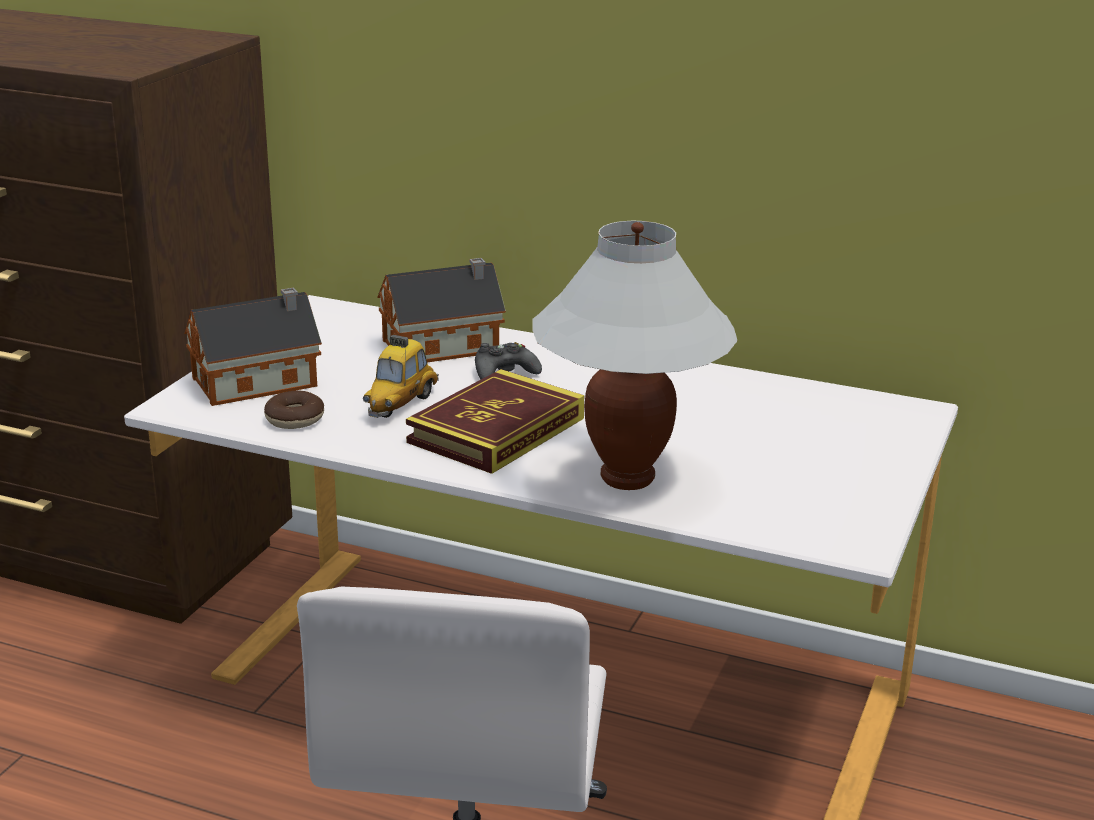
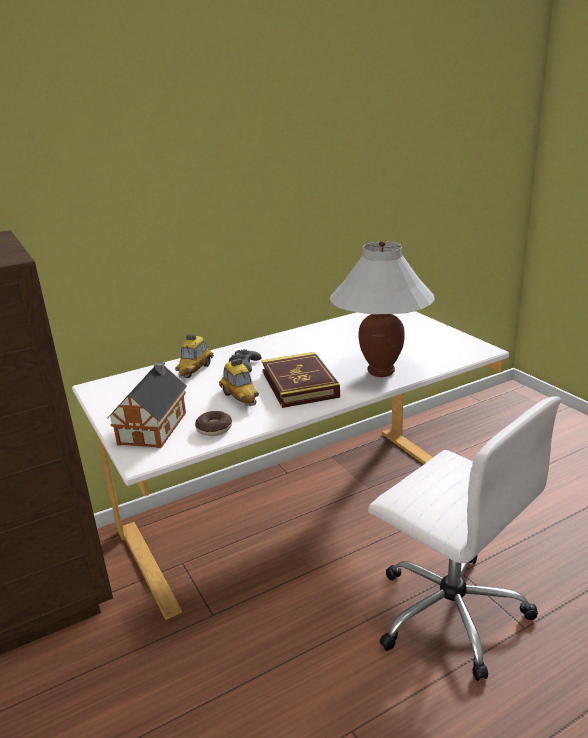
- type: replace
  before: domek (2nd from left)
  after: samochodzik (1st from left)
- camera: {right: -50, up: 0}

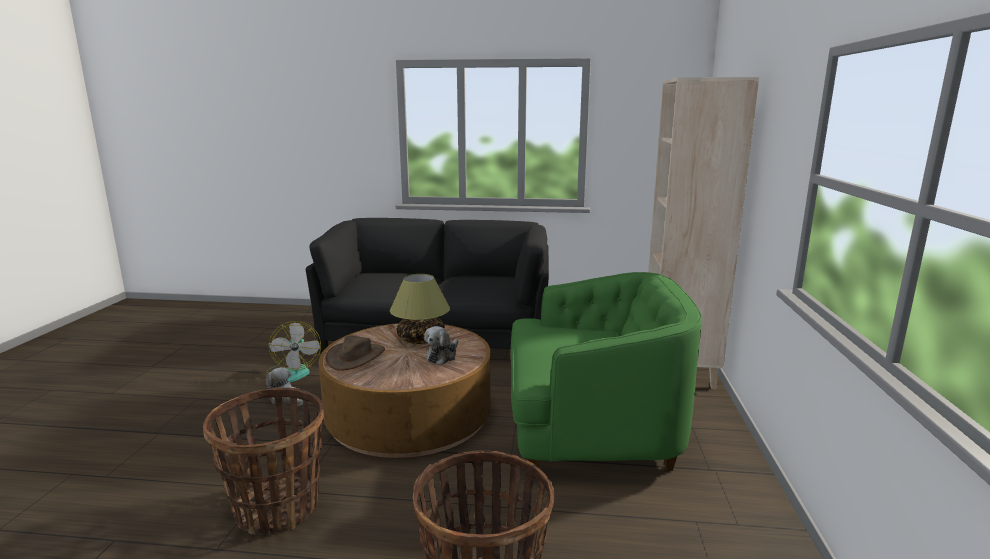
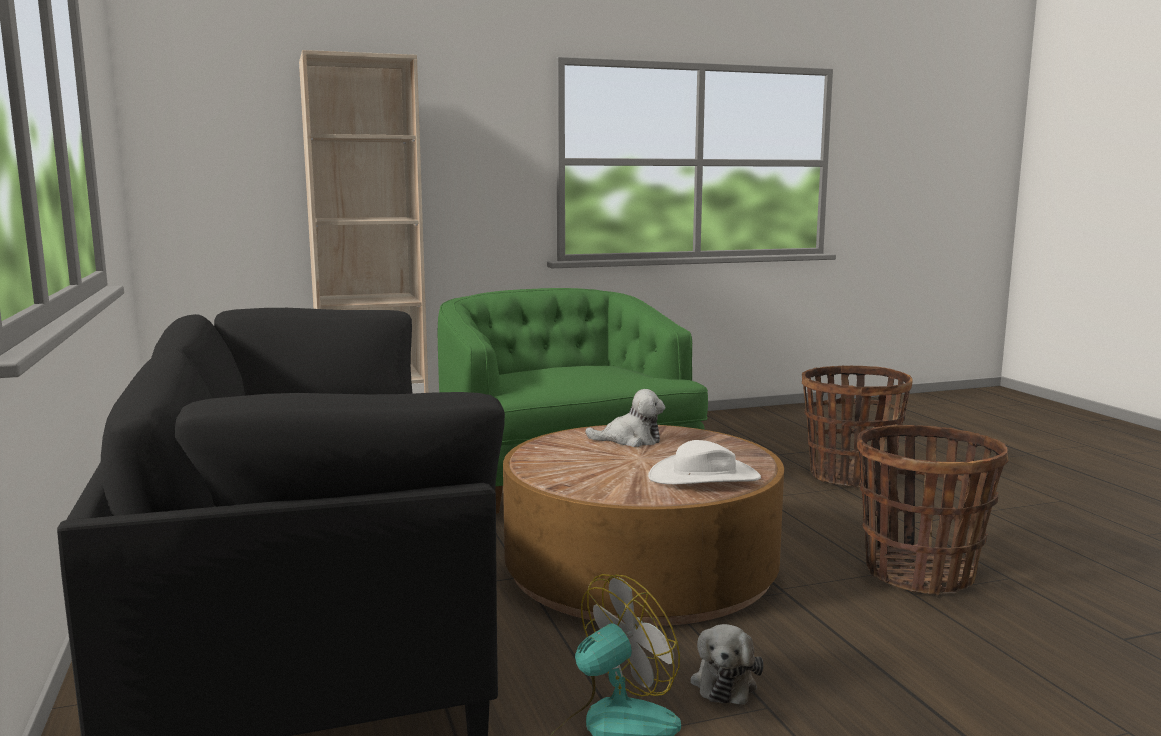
- type: recolor
  before: kapelusz (brązowy)
  after: kapelusz (biały)
- type: delete
  before: lampa stołowa
- camera: {right: -115, up: -5}

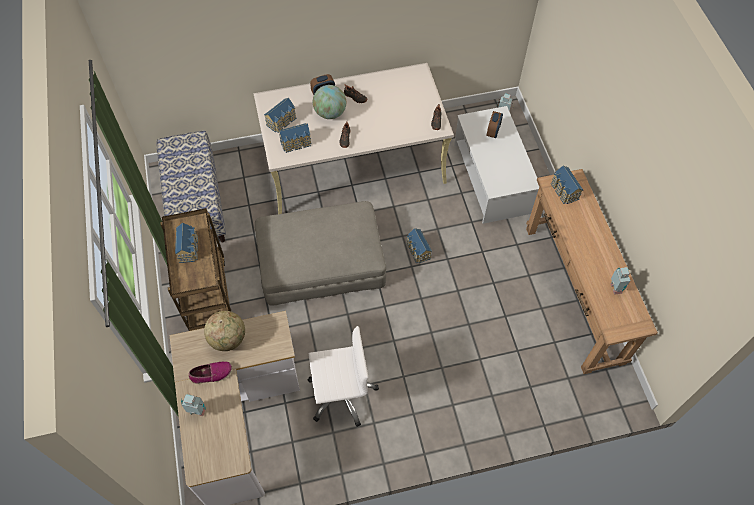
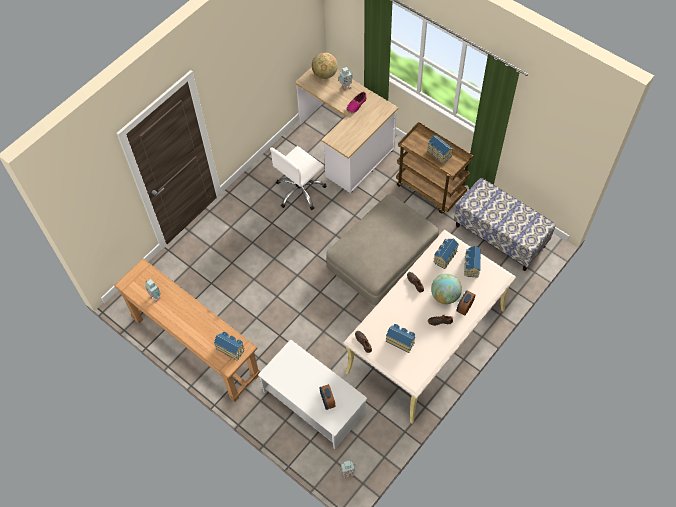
- type: move
  before: globus (1st from left)
- type: move
  before: domek (4th from left in the first image)
  after: domek (2nd from left)
- camera: {right: 145, up: 0}

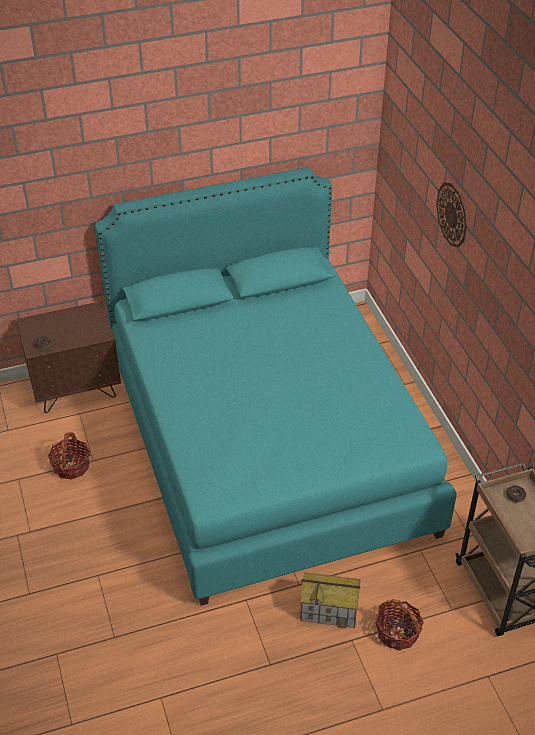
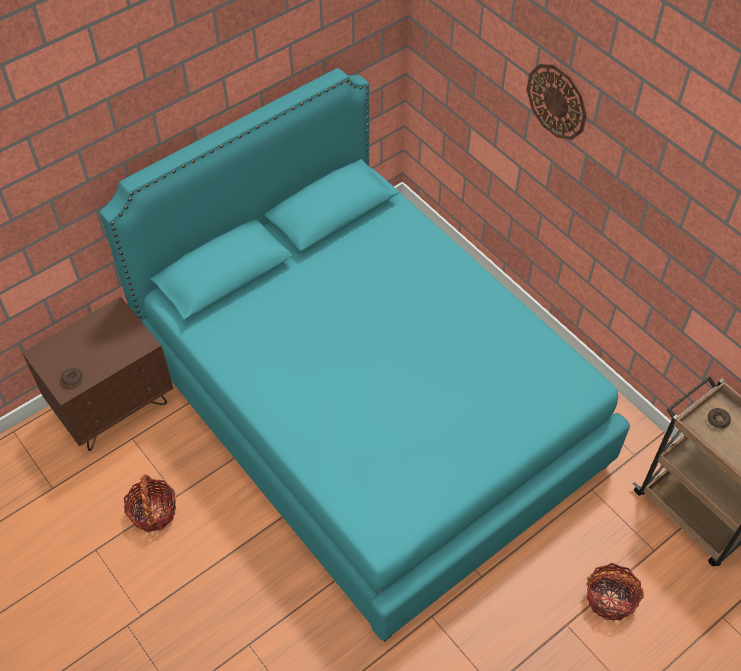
- type: delete
  before: domek
- camera: {right: -20, up: 10}

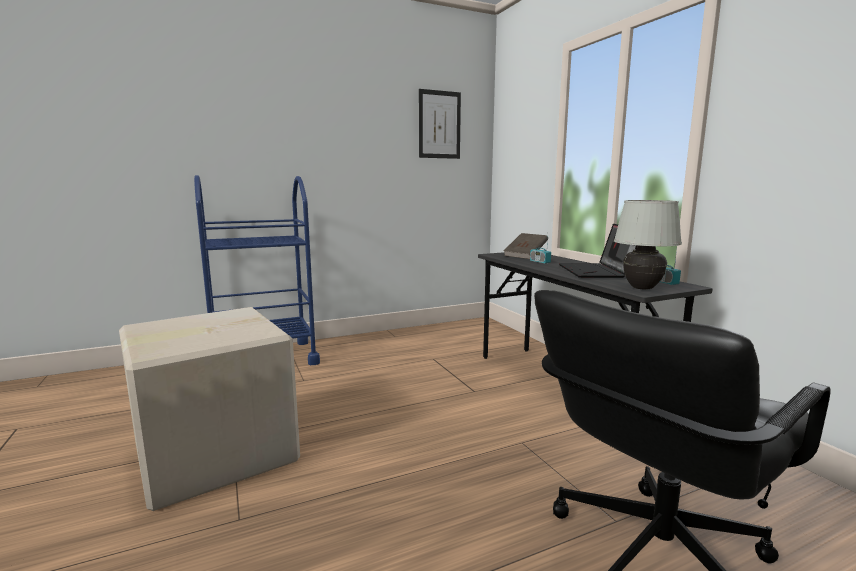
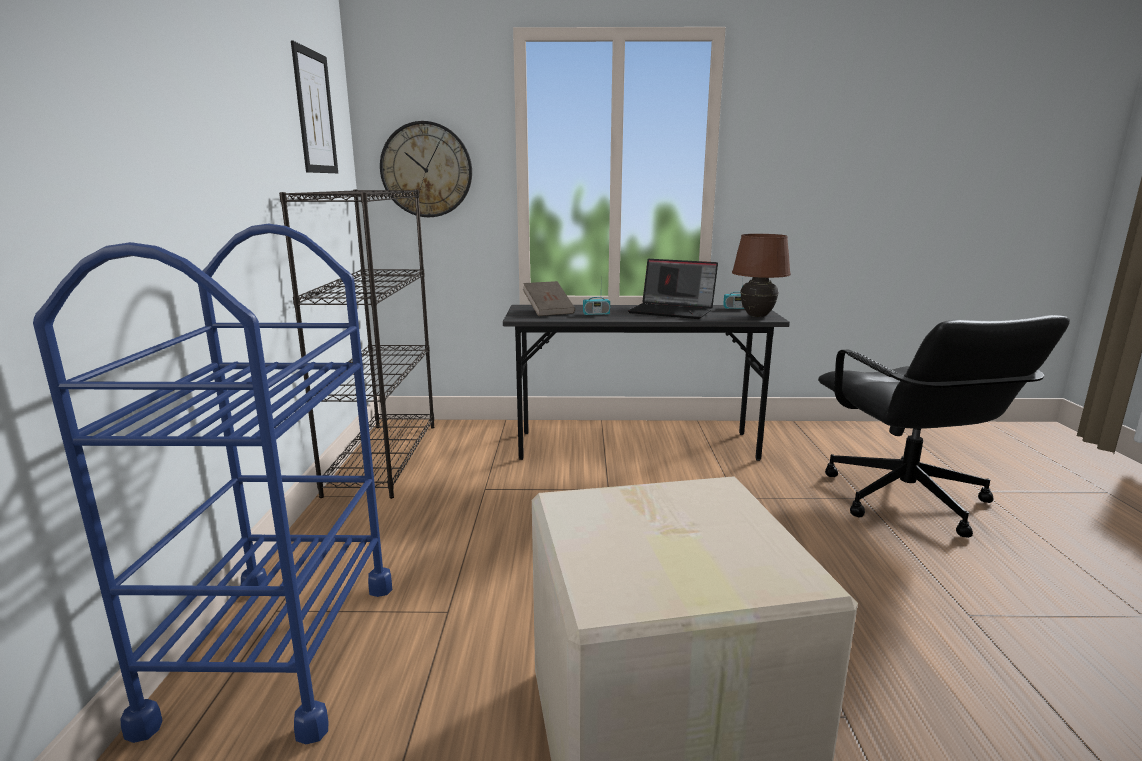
- type: recolor
  before: lampa stołowa (biały)
  after: lampa stołowa (brązowy)
- type: insert
  after: regał (czarny)
- type: insert
  after: zegar ścienny
- camera: {right: -65, up: 5}

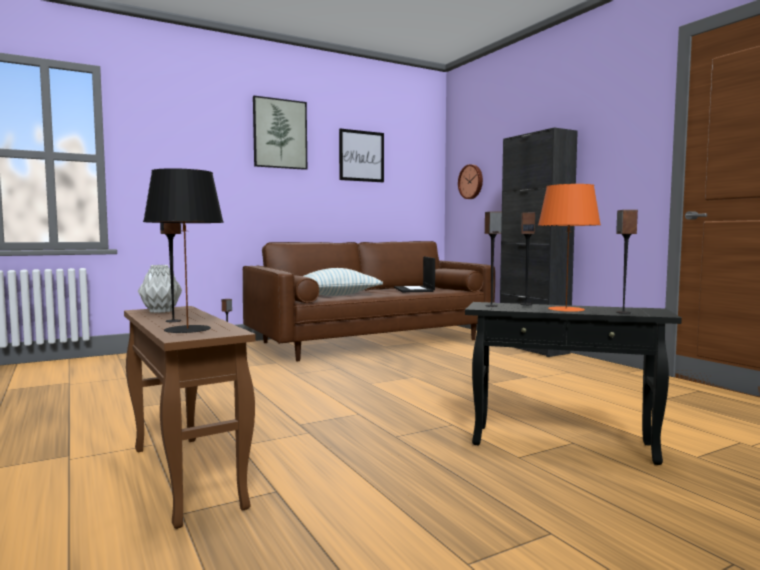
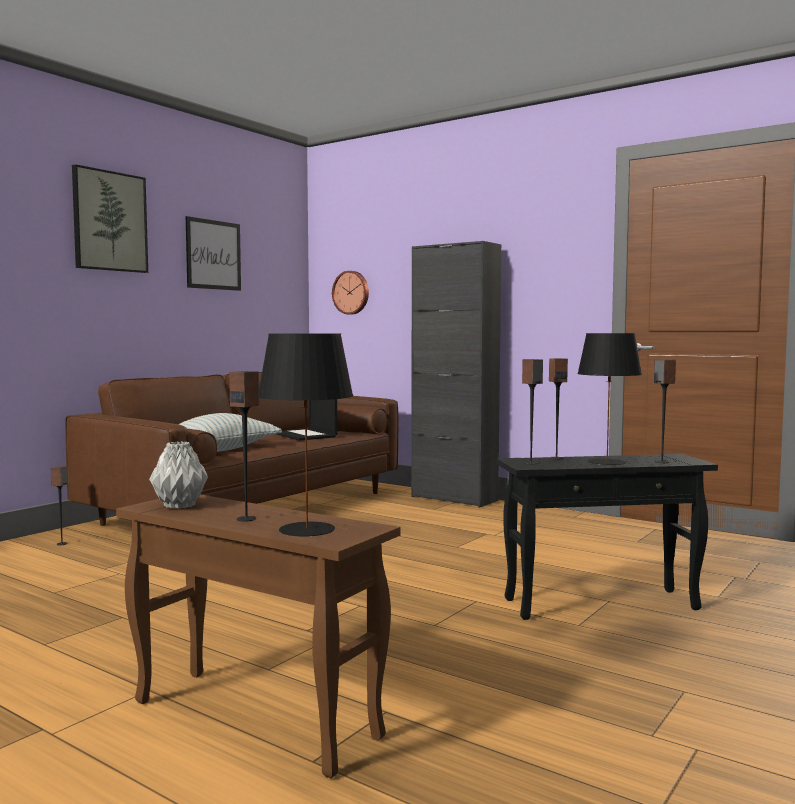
- type: recolor
  before: lampa stołowa (pomarańczowy)
  after: lampa stołowa (czarny) (2nd from left)
- camera: {right: -25, up: 0}

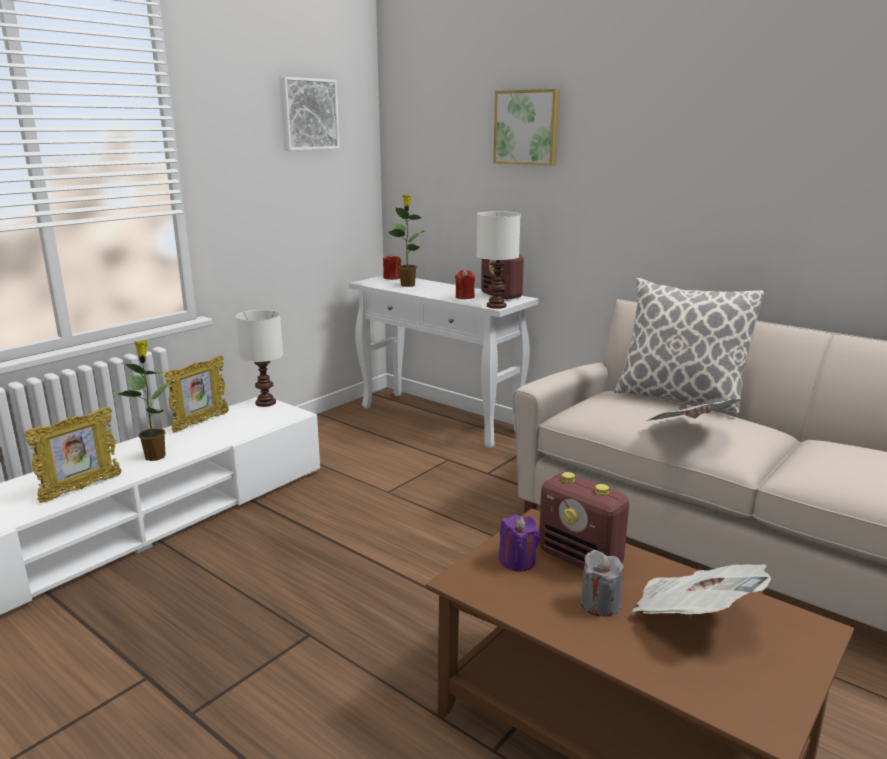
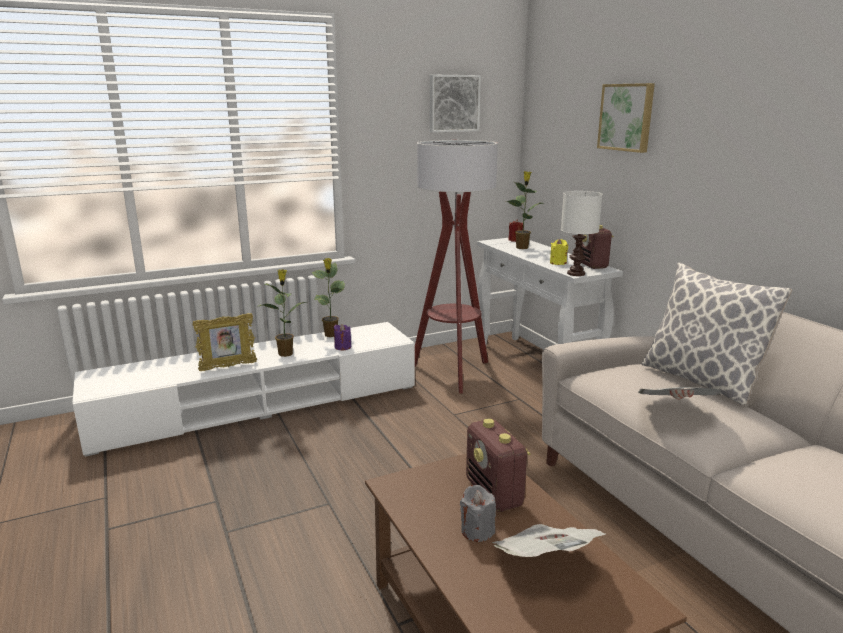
- type: replace
  before: ramka na zdjęcie (2nd from left)
  after: roślina doniczkowa (2nd from left)
- type: delete
  before: lampa stołowa (biały) (1st from left)
- type: recolor
  before: świeca (czerwony) (2nd from left)
  after: świeca (żółty)
- type: move
  before: świeca (fioletowy)
- type: insert
  after: lampa stojąca
- camera: {right: 25, up: 0}

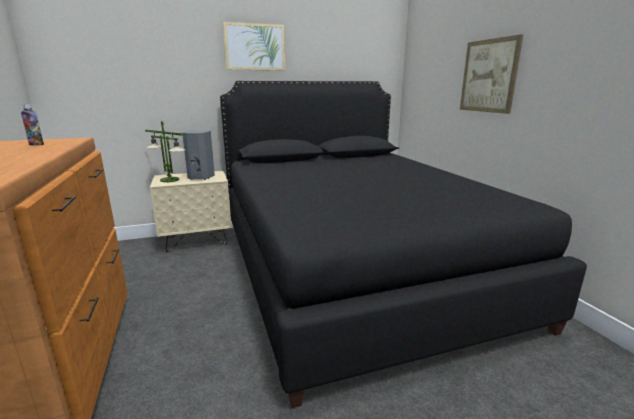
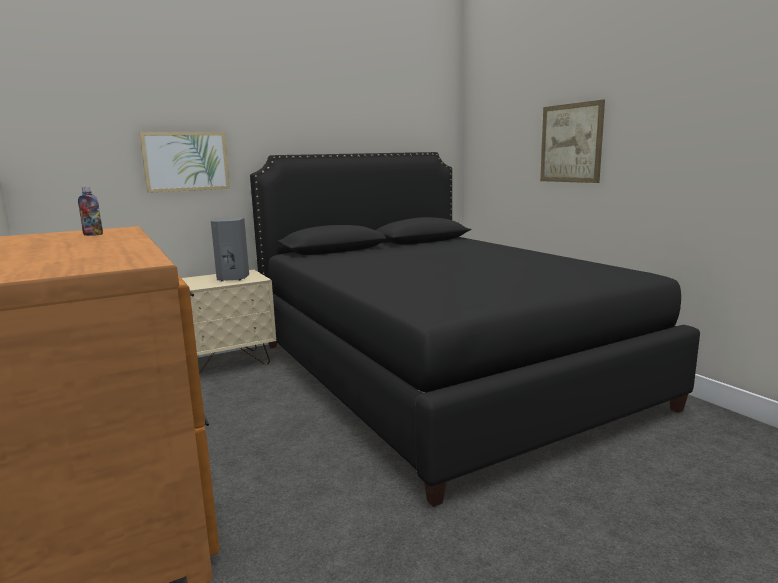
- type: delete
  before: lampa stołowa
- type: move
  before: obraz (1st from left)
- camera: {right: -10, up: -5}

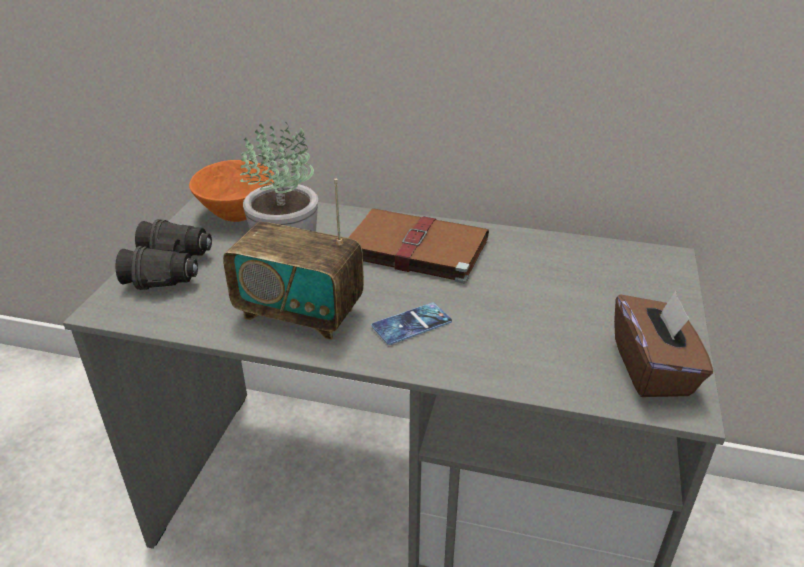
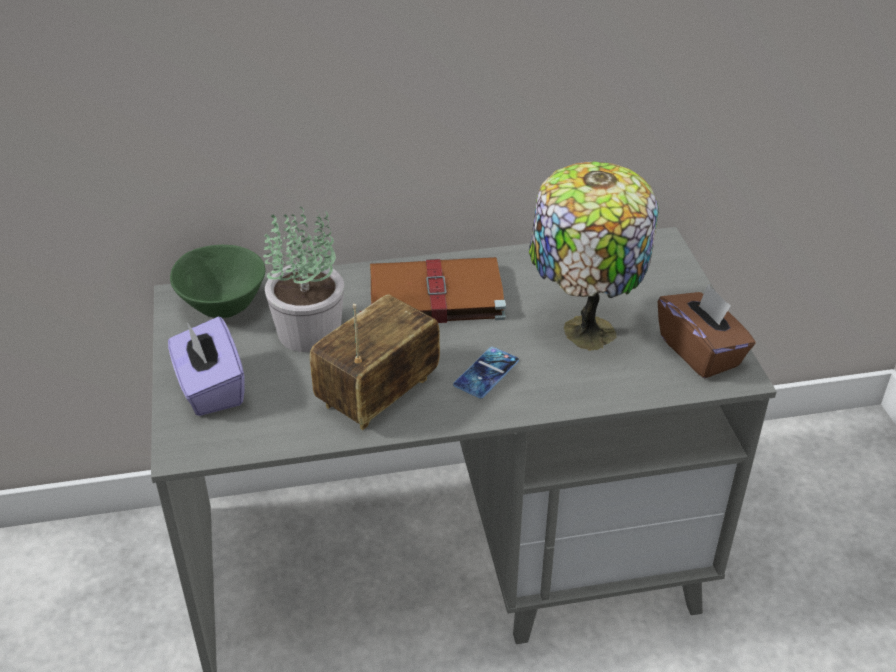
- type: replace
  before: lornetka (czarny)
  after: pudełko chusteczek (fioletowy)
- type: recolor
  before: miska (pomarańczowy)
  after: miska (zielony)
- type: rotate
  before: radio
  turn: 135
- type: insert
  after: lampa stołowa
- camera: {right: -25, up: 5}

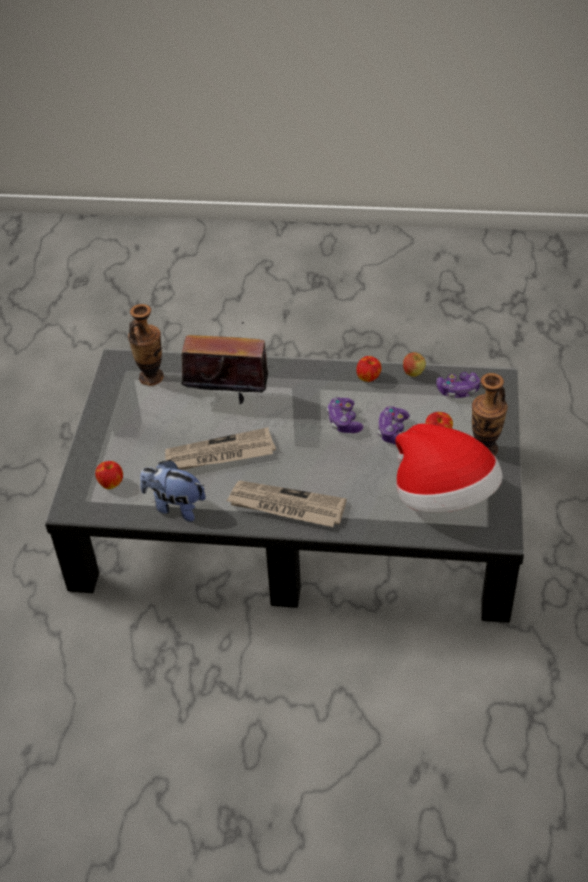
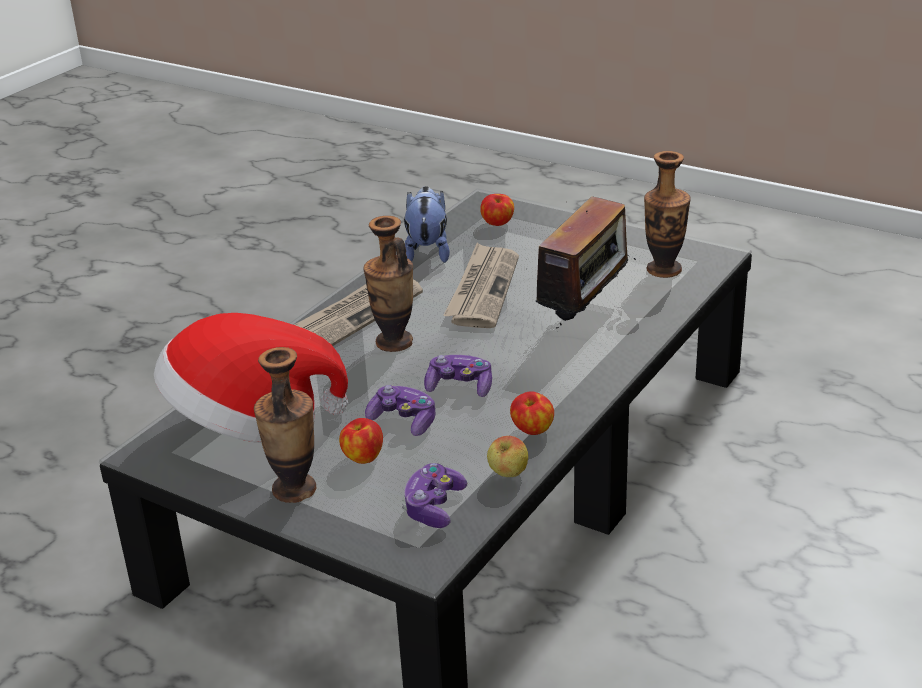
- type: rotate
  before: pluszak
  turn: -45
- type: insert
  after: wazon (2nd from left)
- camera: {right: 115, up: -15}

